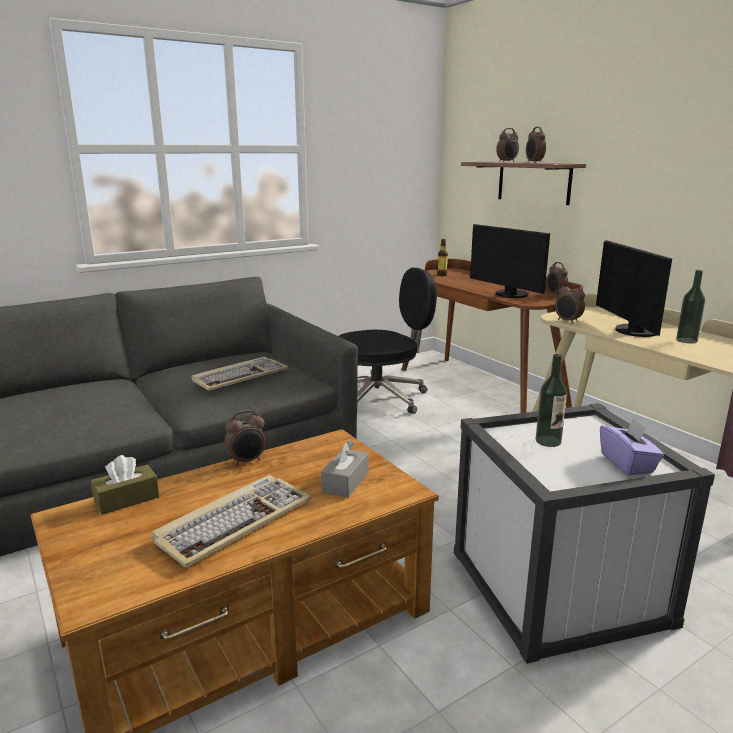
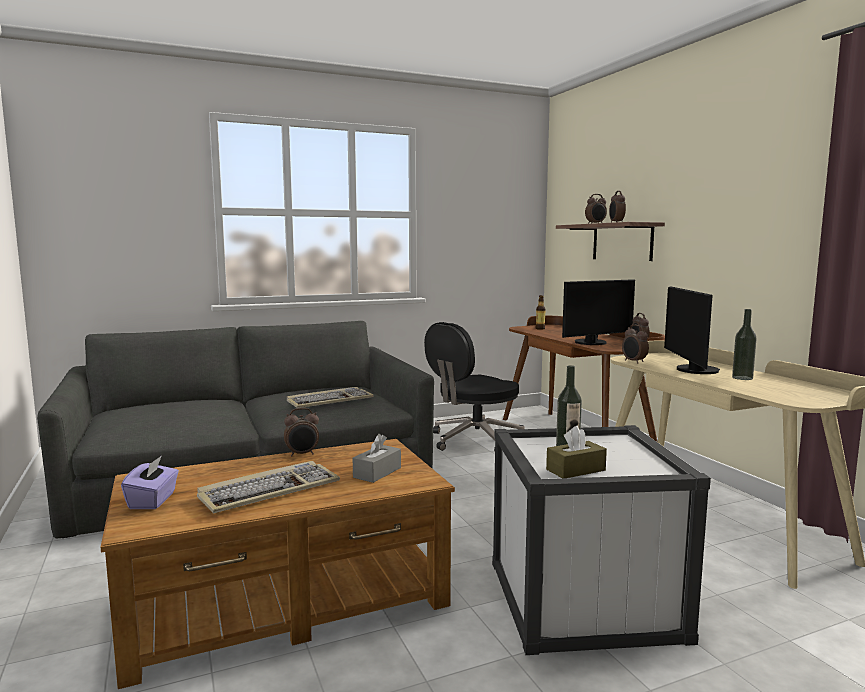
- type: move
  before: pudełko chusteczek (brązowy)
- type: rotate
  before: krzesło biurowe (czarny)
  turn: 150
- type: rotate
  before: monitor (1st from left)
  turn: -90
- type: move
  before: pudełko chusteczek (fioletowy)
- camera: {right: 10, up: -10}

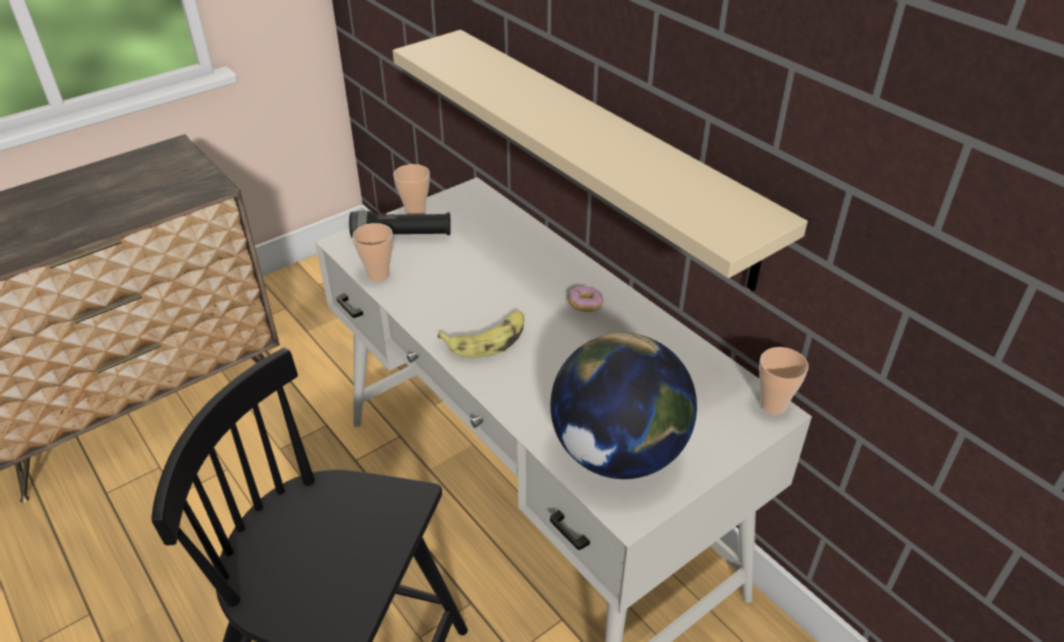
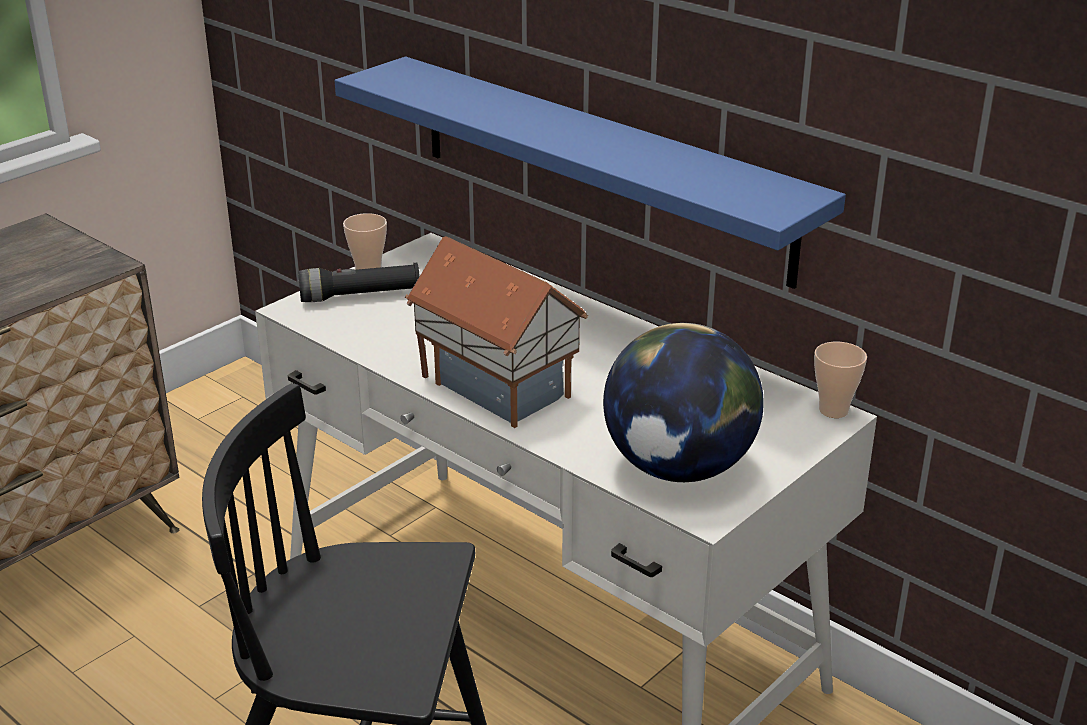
- type: delete
  before: filiżanka (1st from left)
- type: recolor
  before: półka (beżowy)
  after: półka (niebieski)
- type: replace
  before: banan
  after: domek
- type: delete
  before: donut
- camera: {right: -10, up: -10}

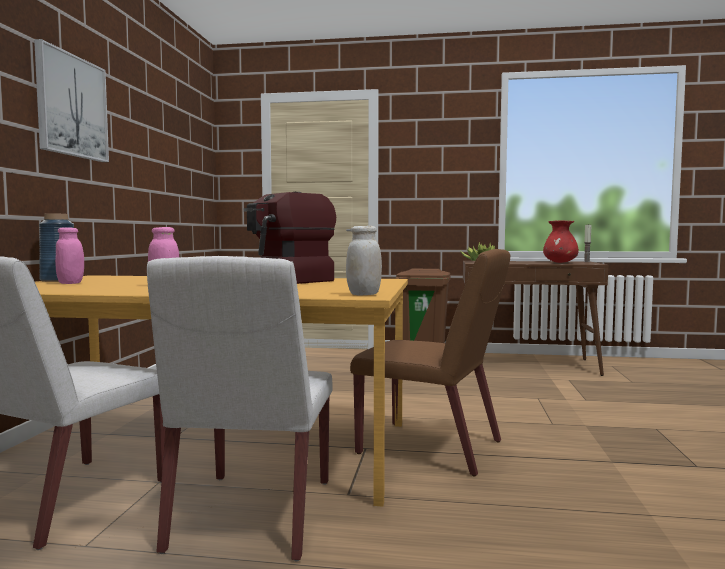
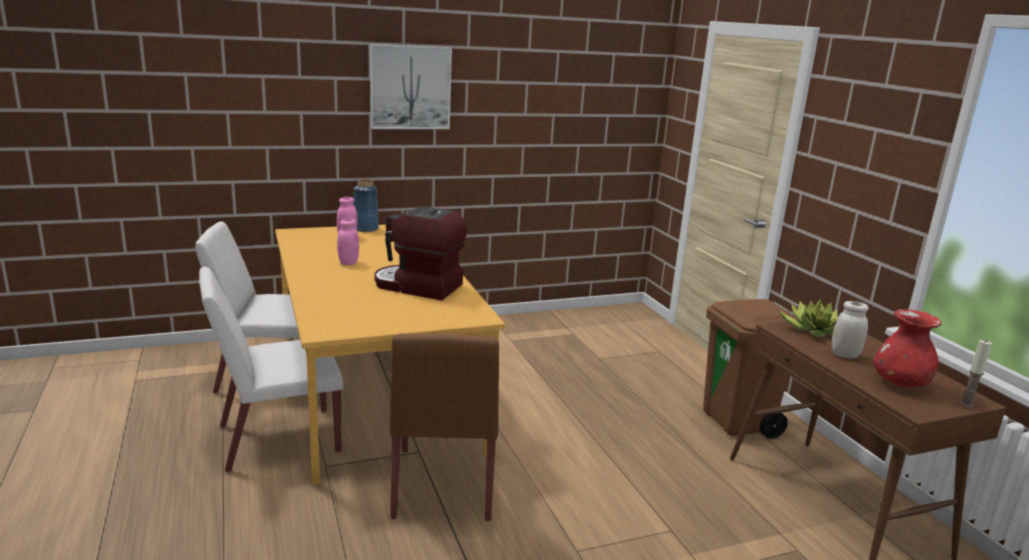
- type: move
  before: słoik (biały)
- camera: {right: 60, up: 15}

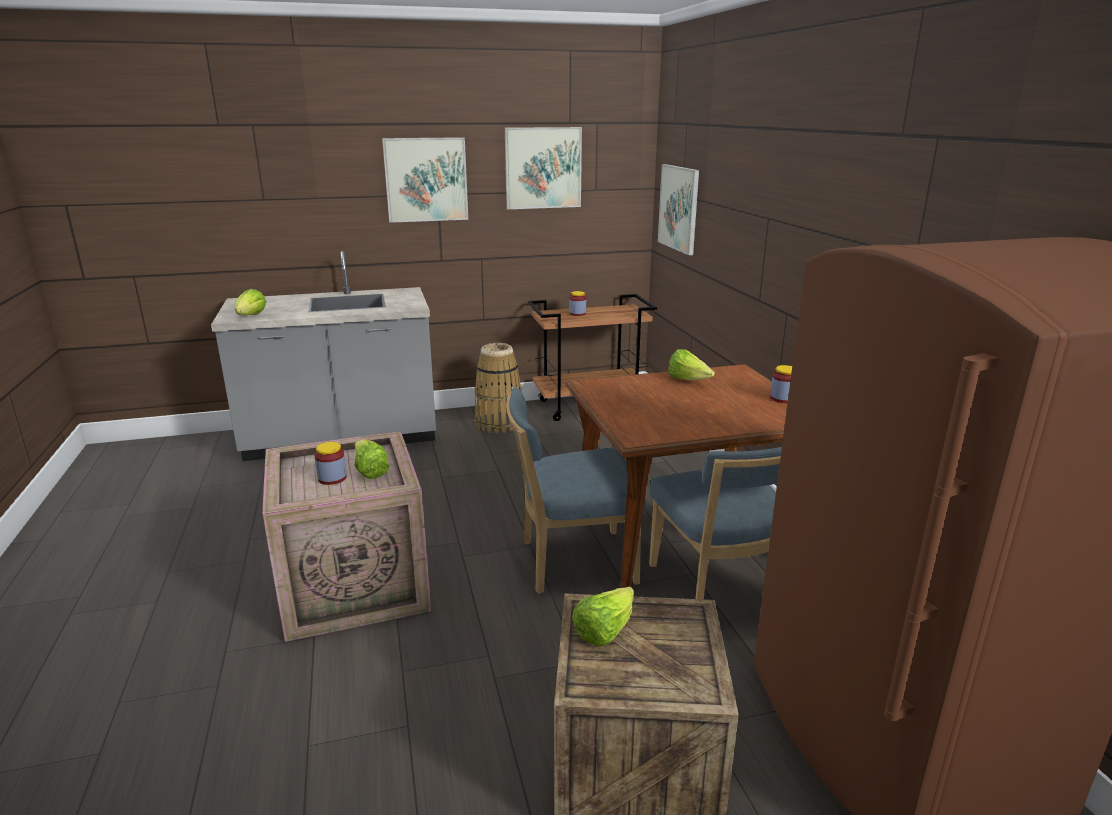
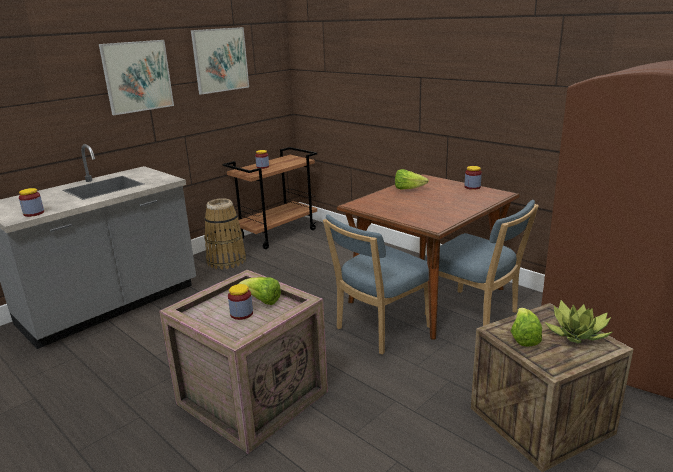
- type: replace
  before: sałata (1st from left)
  after: słoik (1st from left)
- type: delete
  before: obraz (3rd from left)
- type: insert
  after: roślina doniczkowa
- camera: {right: -30, up: 0}

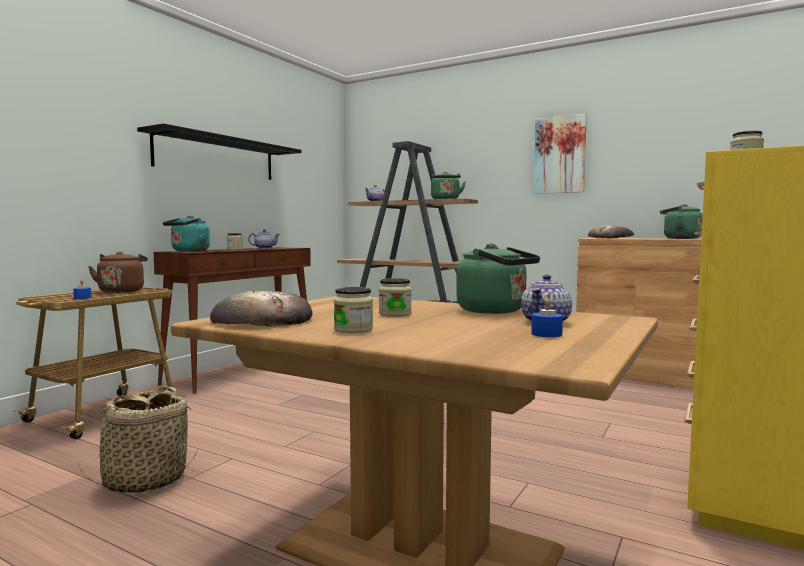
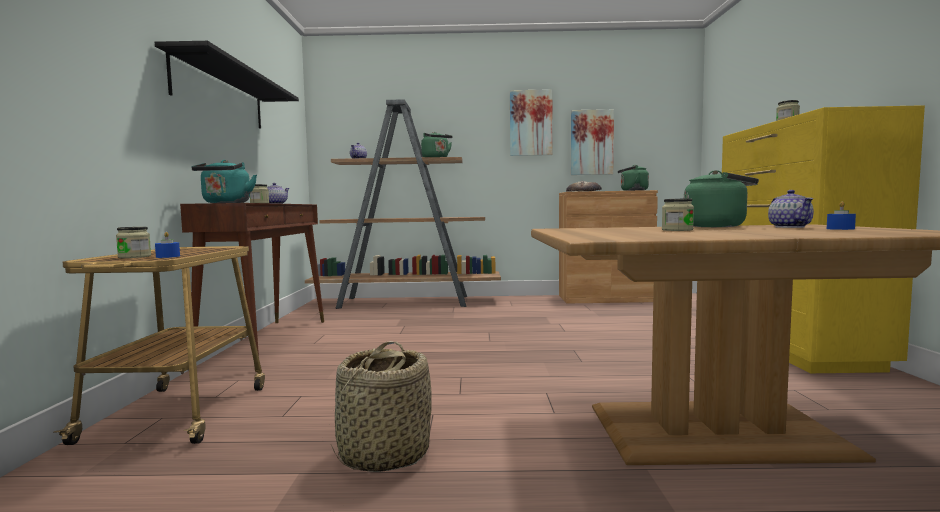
- type: delete
  before: czajnik (brązowy)
- type: delete
  before: chleb (1st from left)
- type: move
  before: słoik (2nd from left in the first image)
  after: słoik (1st from left)
- type: insert
  after: obraz (2nd from left)
- camera: {right: -30, up: 0}

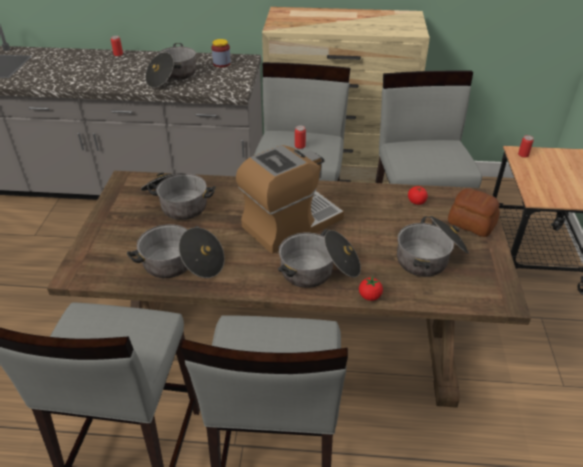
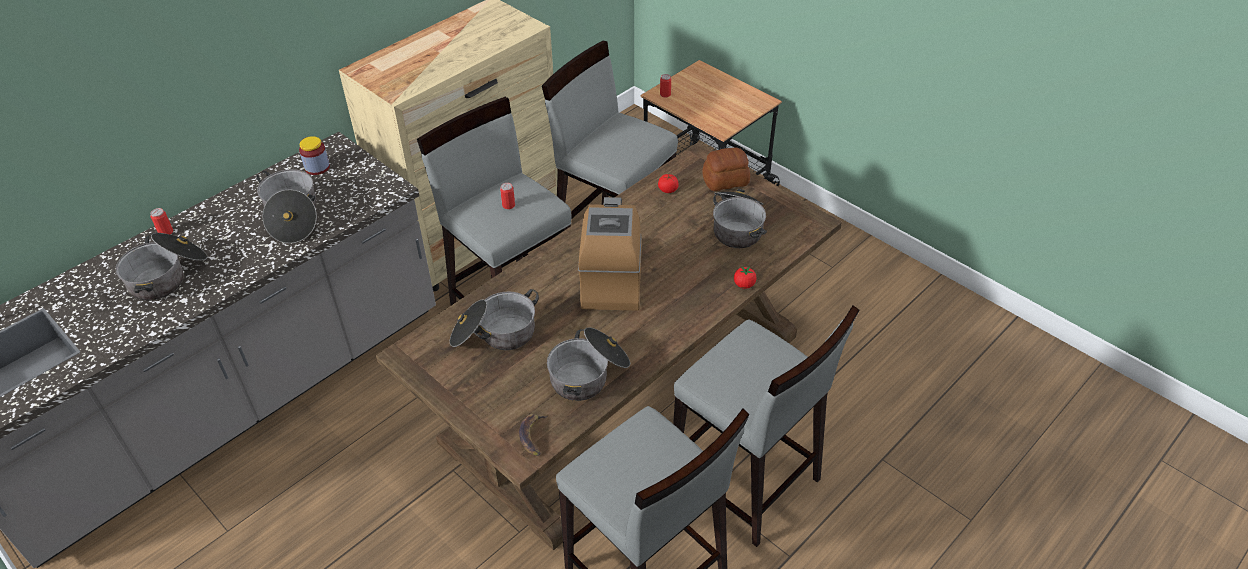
- type: move
  before: garnek (4th from left in the first image)
  after: garnek (1st from left)
- type: insert
  after: banan
- camera: {right: -50, up: 5}

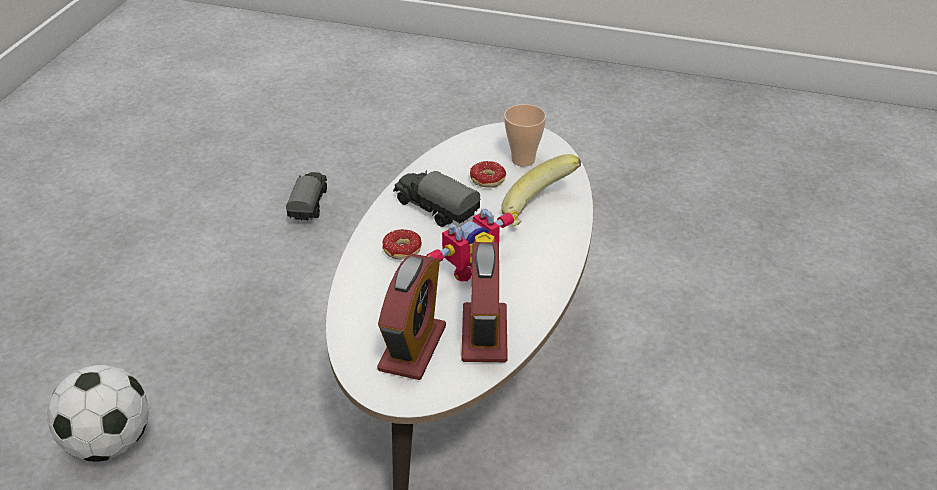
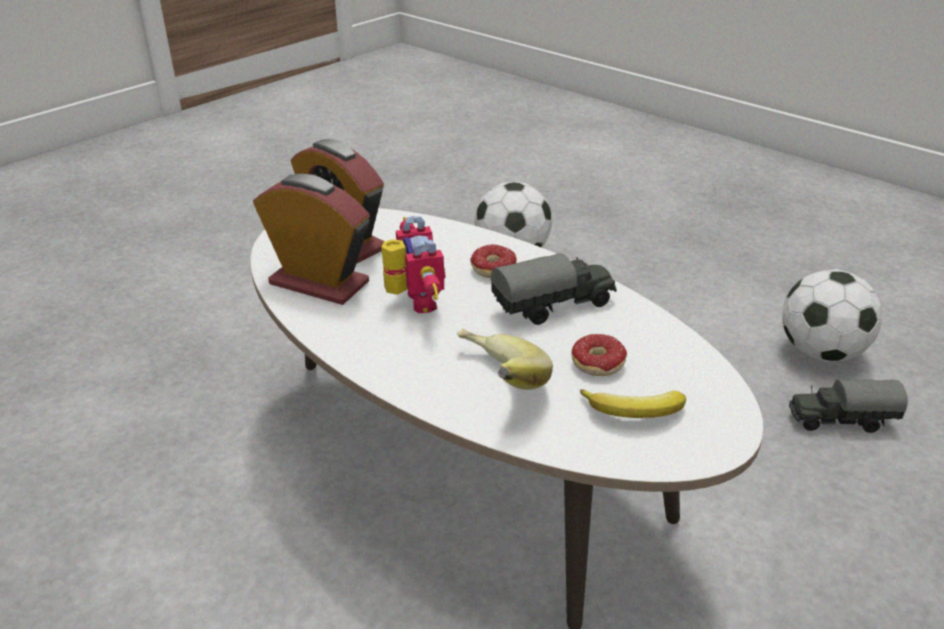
- type: rotate
  before: ciężarówka zabawkowa (1st from left in the first image)
  turn: 150
- type: replace
  before: filiżanka
  after: banan (2nd from left)
- type: insert
  after: piłka futbolowa (2nd from left)
- camera: {right: 115, up: -5}

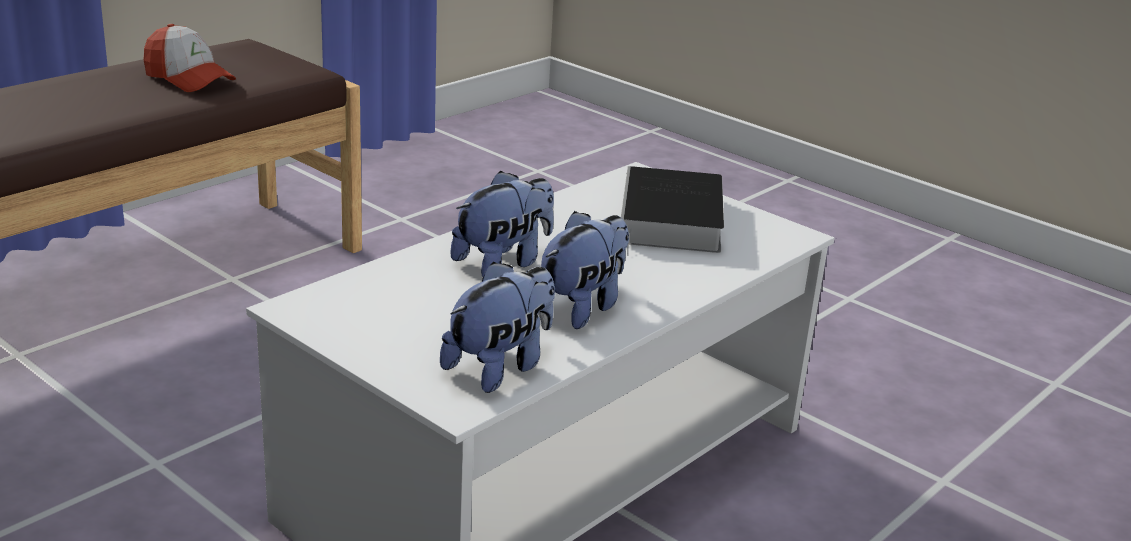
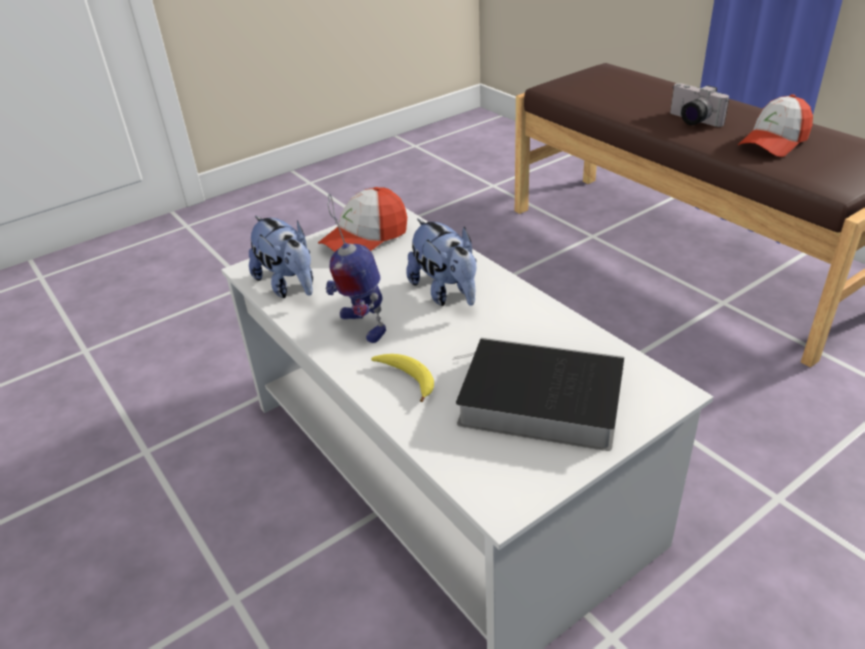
- type: replace
  before: pluszak (3rd from left)
  after: robot zabawkowy
- type: insert
  after: czapka z daszkiem (1st from left)
- type: insert
  after: banan
- type: insert
  after: aparat fotograficzny
- camera: {right: 105, up: 10}

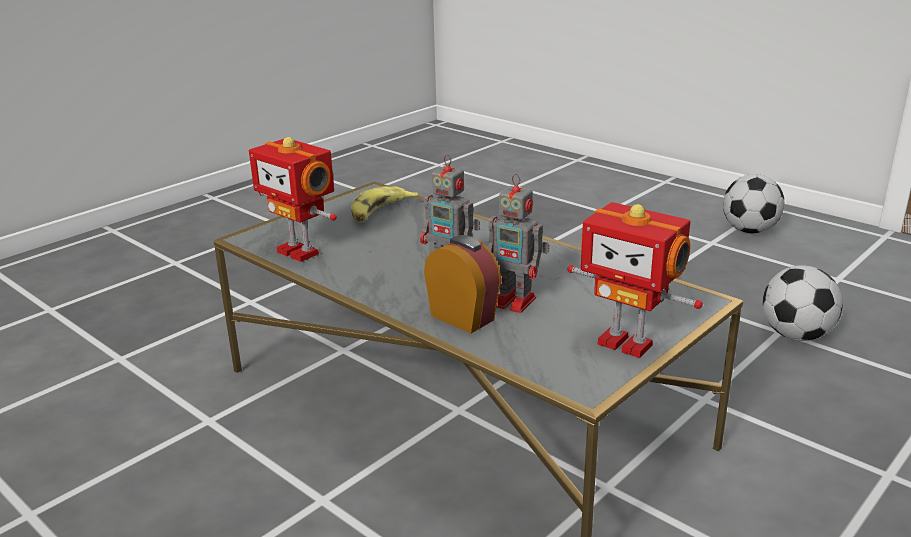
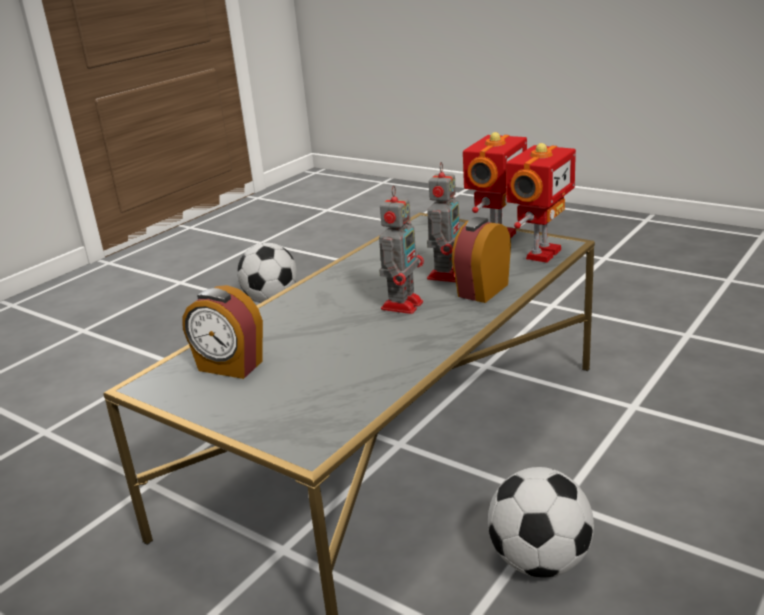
- type: move
  before: robot zabawkowy (1st from left in the first image)
  after: robot zabawkowy (4th from left)
- type: replace
  before: banan
  after: budzik (1st from left)
- type: move
  before: piłka futbolowa (1st from left in the first image)
  after: piłka futbolowa (2nd from left)
- camera: {right: -95, up: 0}

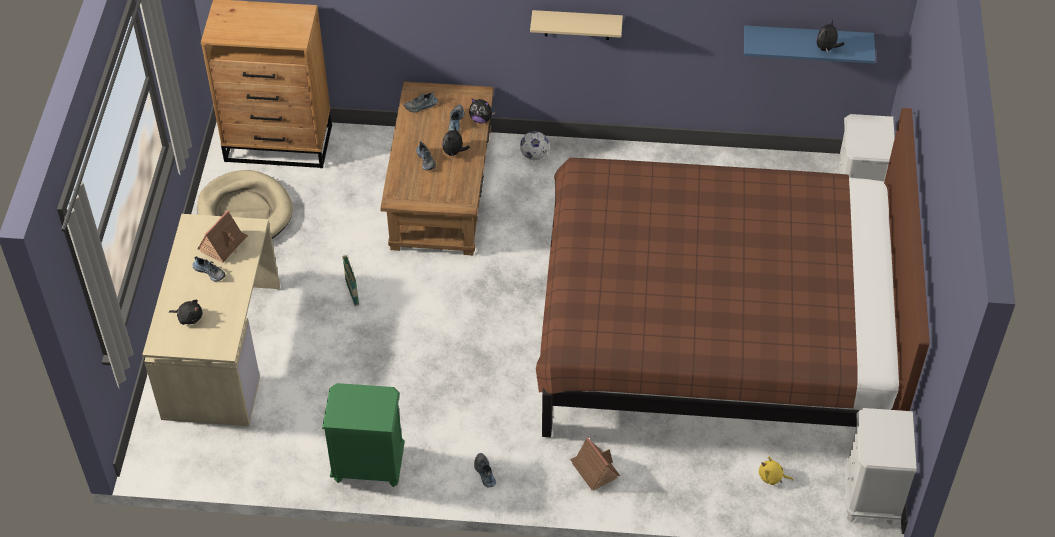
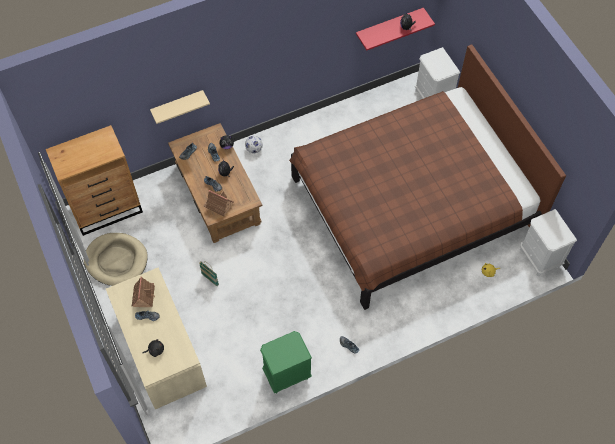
- type: move
  before: półka (beżowy)
- type: move
  before: domek (2nd from left)
- type: recolor
  before: półka (niebieski)
  after: półka (czerwony)
- camera: {right: -30, up: 10}

